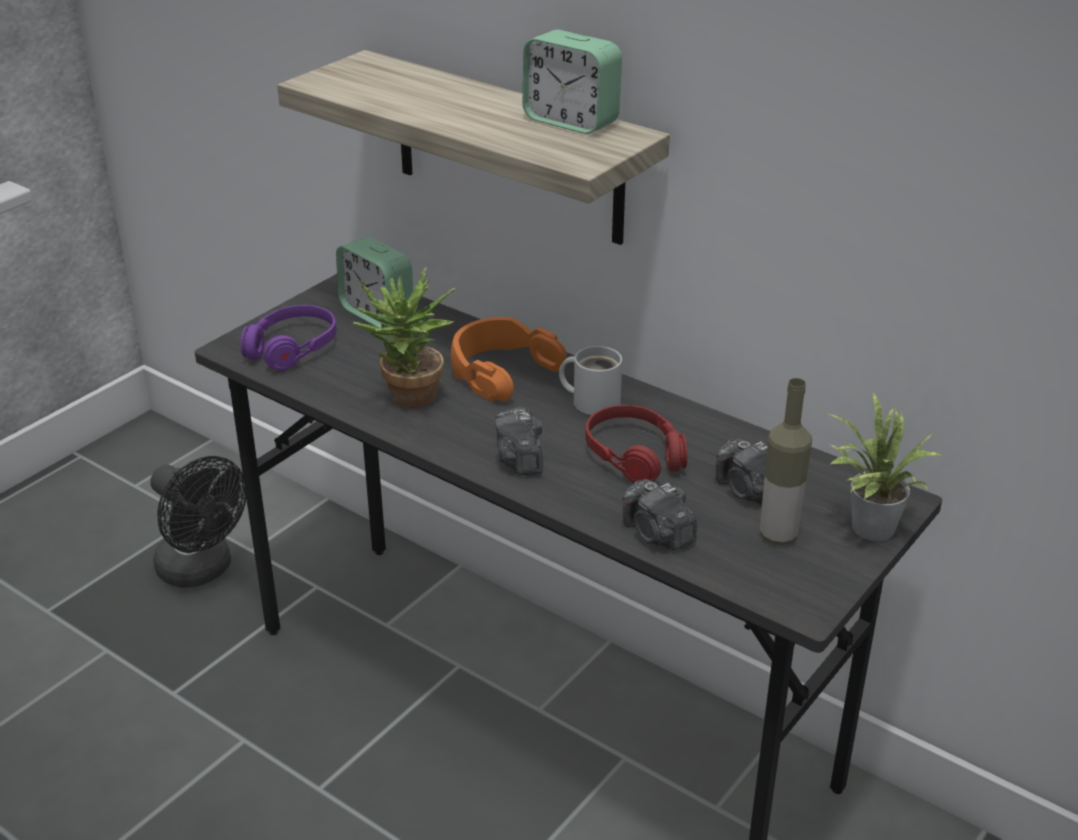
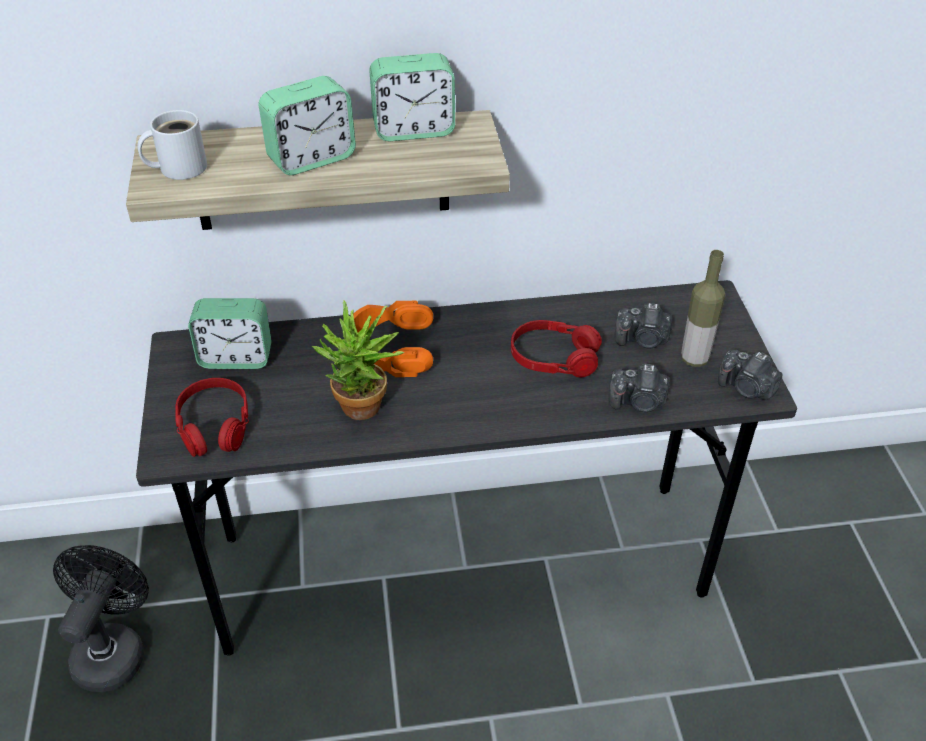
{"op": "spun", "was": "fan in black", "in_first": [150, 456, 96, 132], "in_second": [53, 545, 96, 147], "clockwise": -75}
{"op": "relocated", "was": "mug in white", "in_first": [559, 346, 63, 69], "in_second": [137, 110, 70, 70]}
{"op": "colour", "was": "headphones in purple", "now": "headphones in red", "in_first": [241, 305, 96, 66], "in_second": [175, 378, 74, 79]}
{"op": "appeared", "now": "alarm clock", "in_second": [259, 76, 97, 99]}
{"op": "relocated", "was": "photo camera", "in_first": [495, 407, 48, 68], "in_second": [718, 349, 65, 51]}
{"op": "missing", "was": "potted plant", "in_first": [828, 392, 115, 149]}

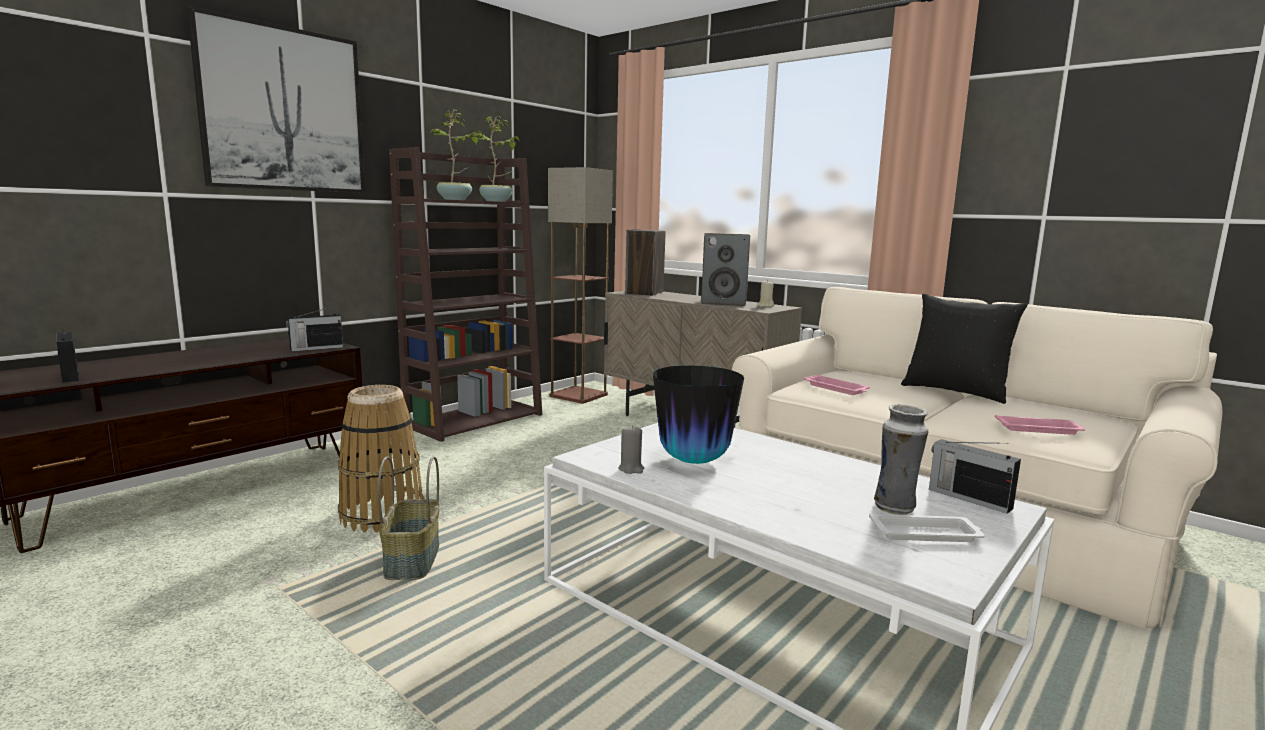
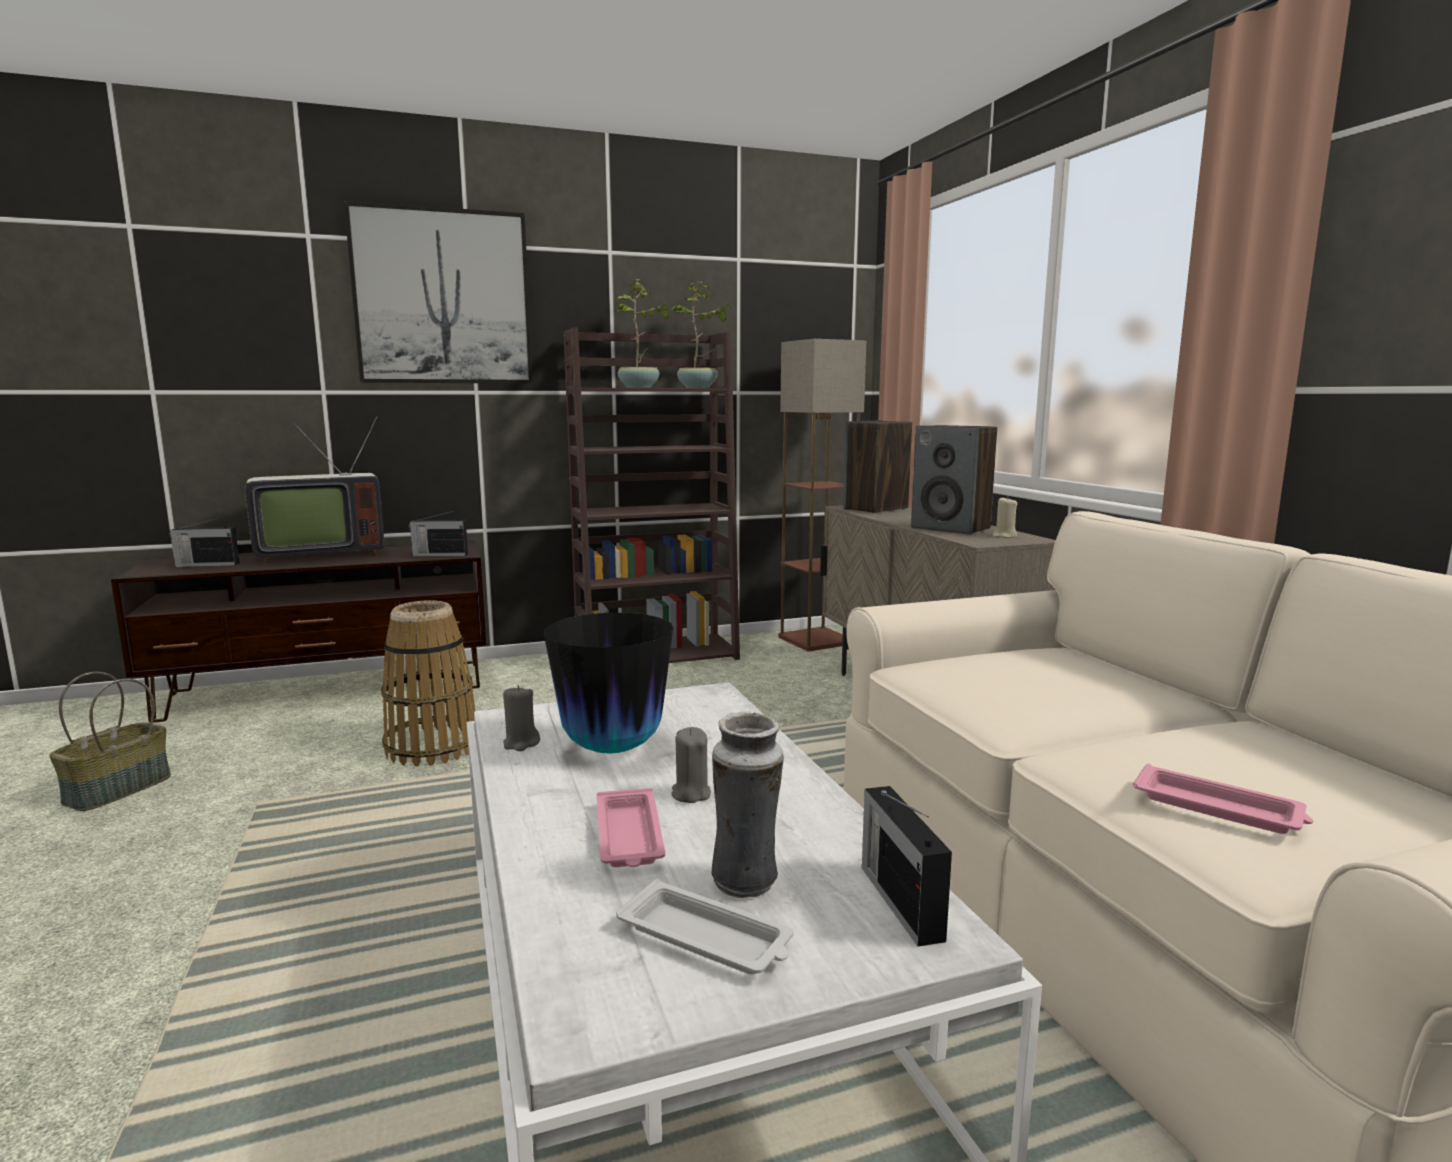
{"op": "relocated", "was": "basket", "in_first": [378, 456, 62, 124], "in_second": [49, 672, 122, 139]}
{"op": "spun", "was": "radio", "in_first": [56, 329, 23, 54], "in_second": [169, 517, 71, 50], "clockwise": -90}
{"op": "appeared", "now": "television", "in_second": [245, 416, 139, 147]}
{"op": "relocated", "was": "tray in pink", "in_first": [804, 375, 66, 20], "in_second": [597, 788, 68, 79]}
{"op": "appeared", "now": "candle in grey", "in_second": [672, 727, 39, 76]}
{"op": "missing", "was": "pillow in black", "in_first": [901, 294, 127, 110]}

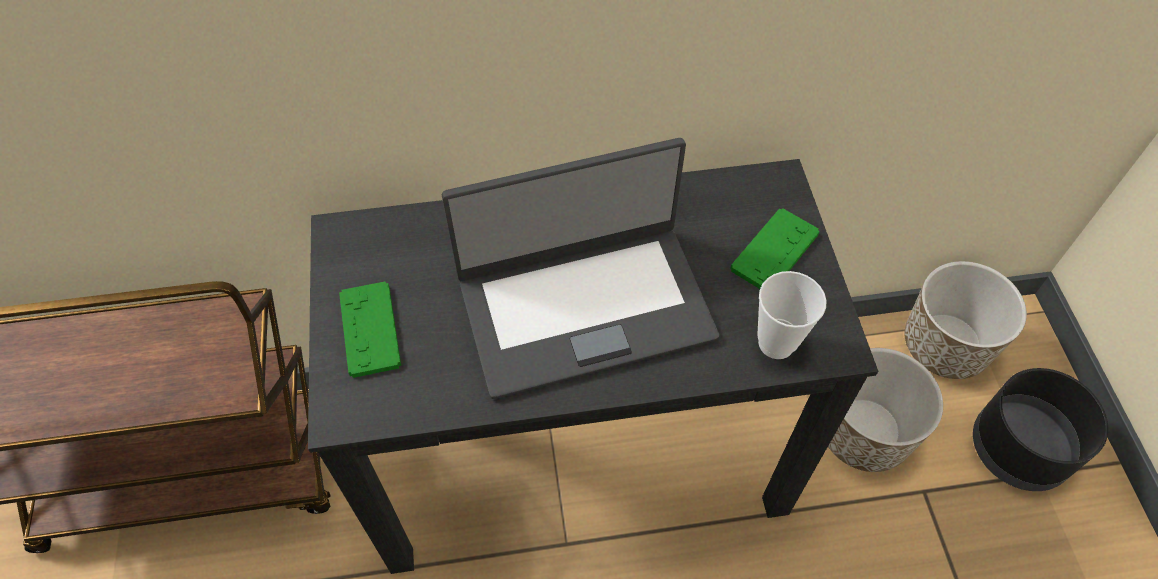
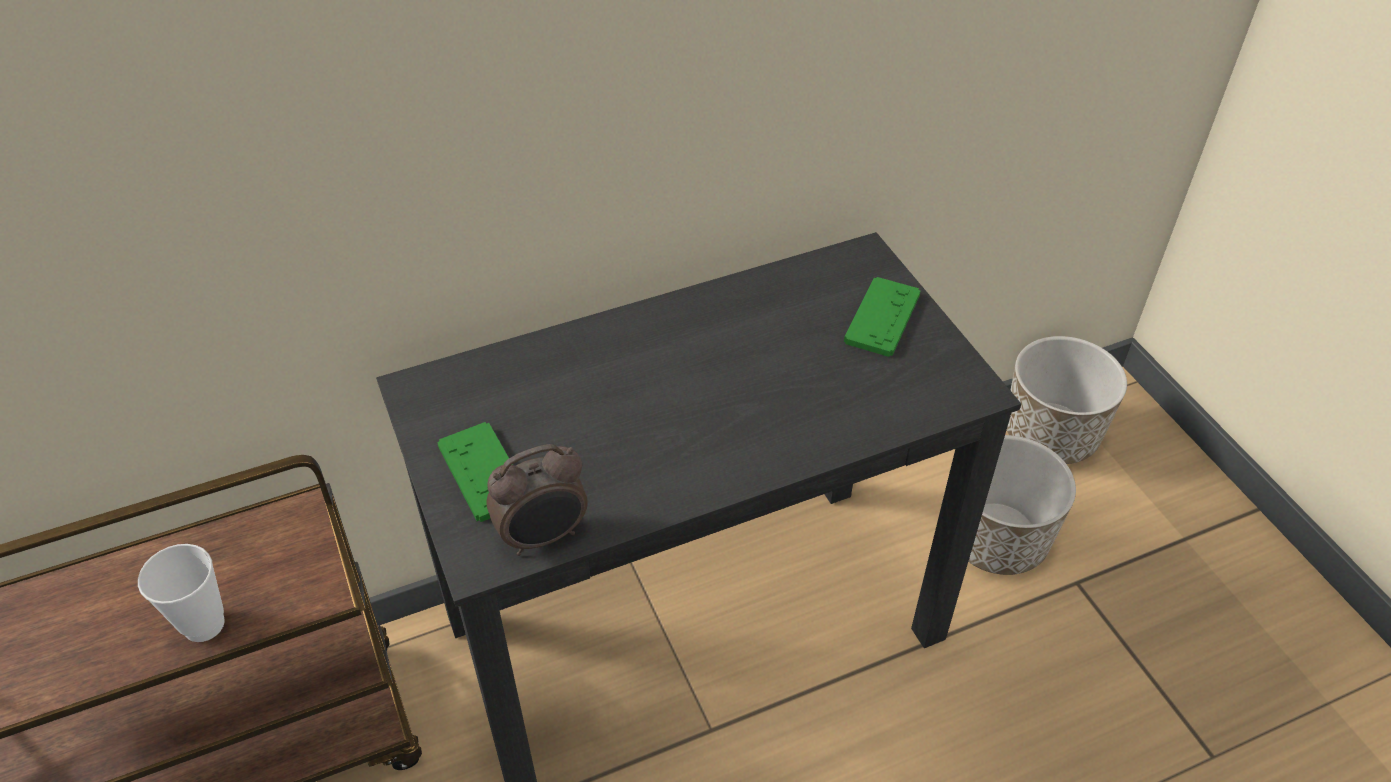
{"op": "relocated", "was": "cup", "in_first": [757, 271, 70, 88], "in_second": [138, 544, 87, 98]}
{"op": "appeared", "now": "alarm clock", "in_second": [487, 444, 101, 112]}
{"op": "missing", "was": "laptop", "in_first": [442, 138, 277, 261]}
{"op": "missing", "was": "planter in black", "in_first": [973, 368, 135, 123]}

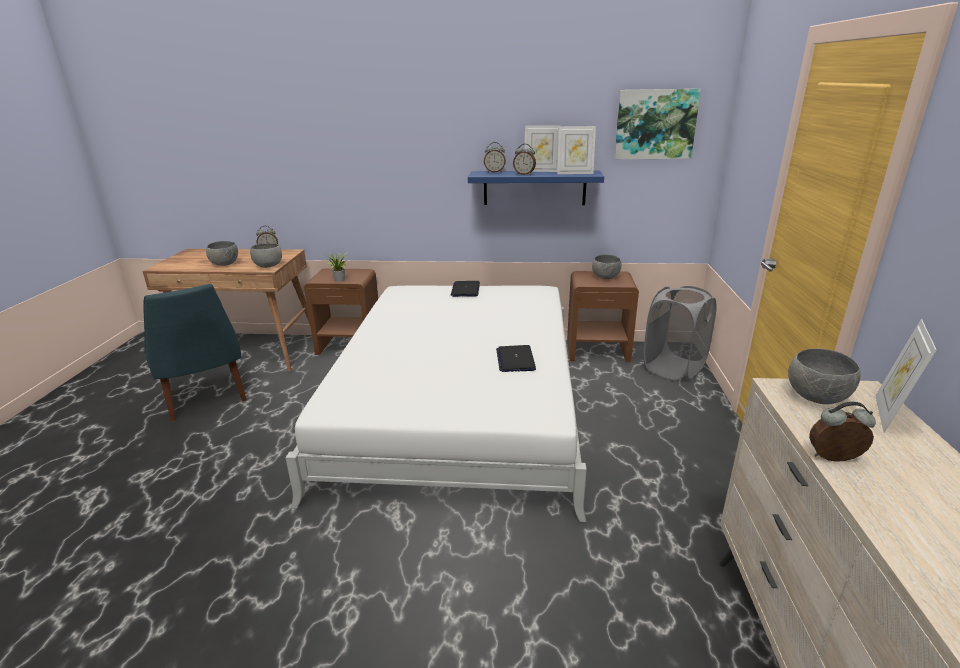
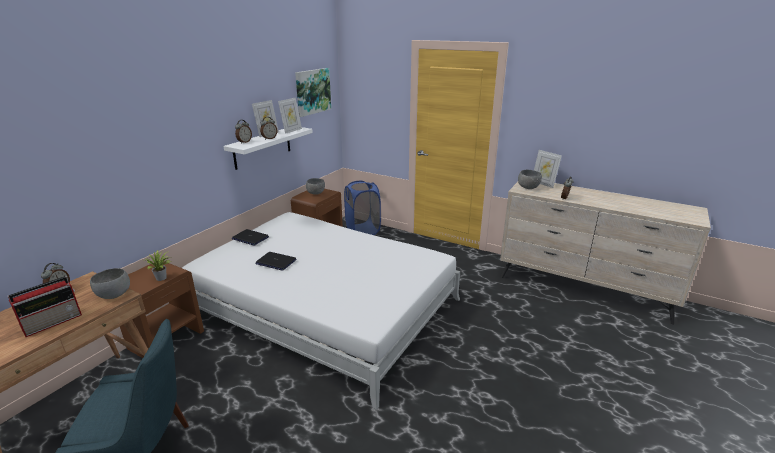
{"op": "exchanged", "was": "bowl in grey", "now": "radio", "in_first": [206, 241, 32, 25], "in_second": [8, 276, 74, 61]}
{"op": "colour", "was": "shelf in blue", "now": "shelf in white", "in_first": [468, 171, 136, 34], "in_second": [223, 127, 90, 43]}
{"op": "relocated", "was": "laptop", "in_first": [496, 345, 40, 27], "in_second": [255, 252, 41, 18]}
{"op": "colour", "was": "laundry basket in grey", "now": "laundry basket in blue", "in_first": [643, 286, 73, 95], "in_second": [344, 181, 37, 54]}

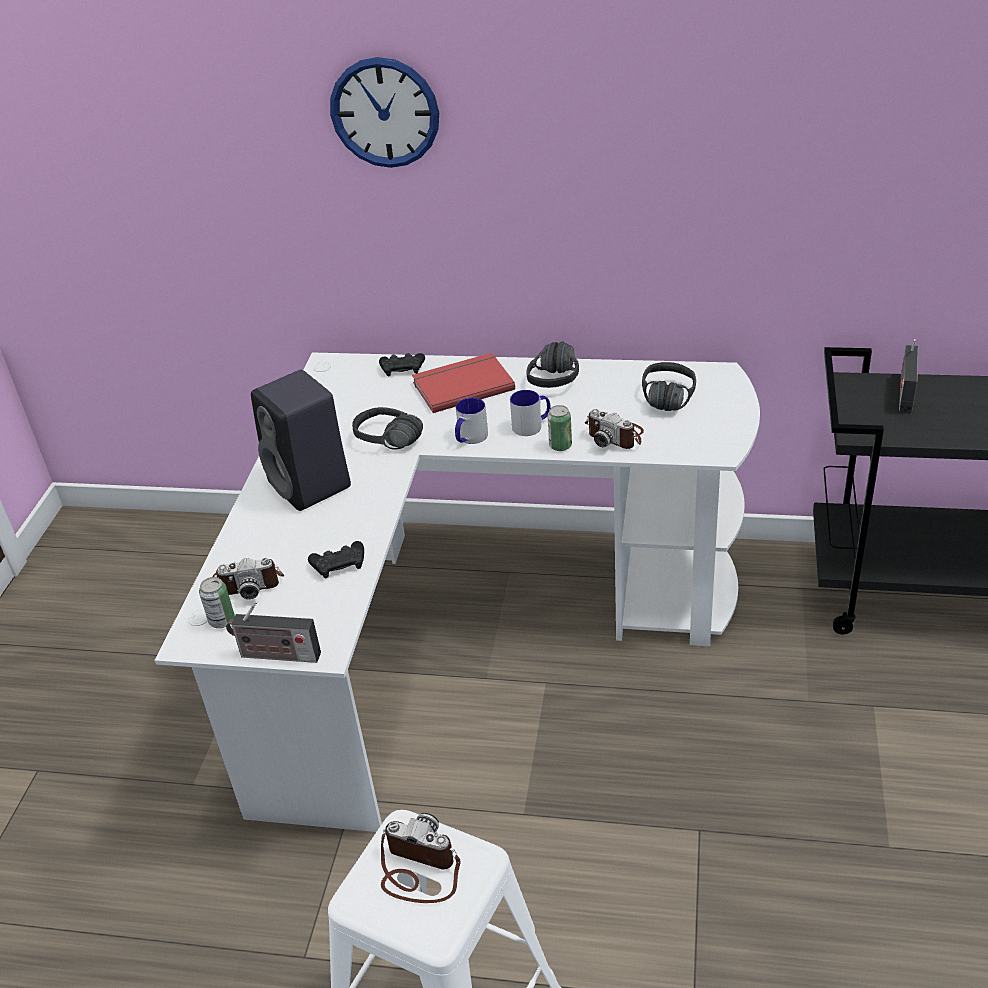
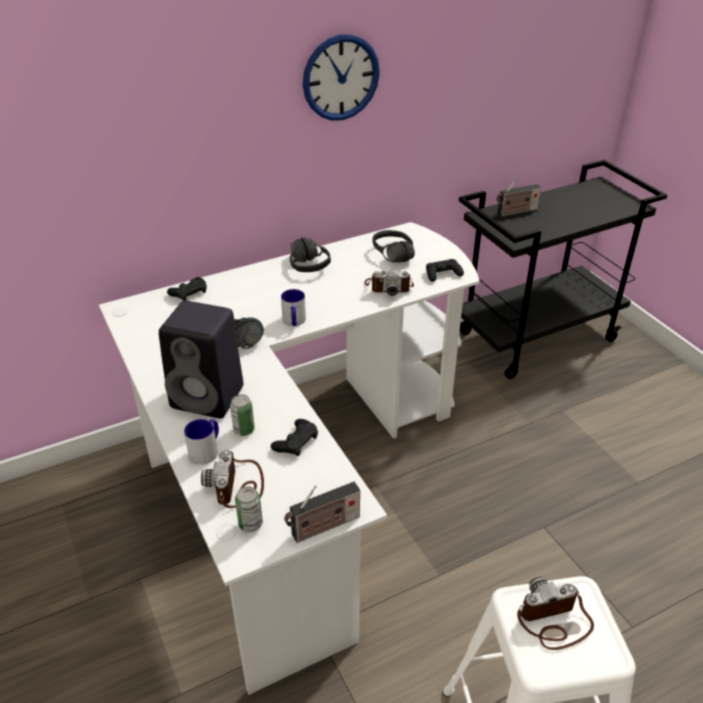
{"op": "relocated", "was": "mug", "in_first": [510, 390, 41, 46], "in_second": [184, 419, 35, 46]}
{"op": "spun", "was": "photo camera", "in_first": [212, 558, 72, 41], "in_second": [201, 450, 63, 58], "clockwise": 135}
{"op": "relocated", "was": "can", "in_first": [548, 405, 24, 46], "in_second": [230, 394, 25, 42]}
{"op": "relocated", "was": "wall clock", "in_first": [330, 57, 109, 111], "in_second": [303, 34, 77, 87]}
{"op": "appeared", "now": "game controller in black", "in_second": [426, 259, 38, 23]}
{"op": "spun", "was": "radio", "in_first": [899, 339, 19, 75], "in_second": [497, 177, 44, 40], "clockwise": -90}
{"op": "missing", "was": "book in red", "in_first": [412, 353, 103, 60]}

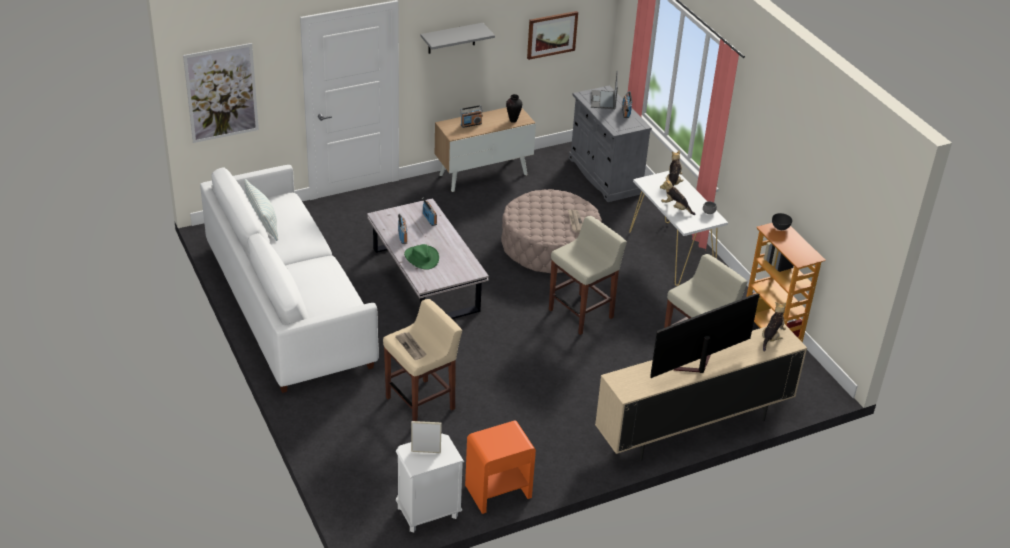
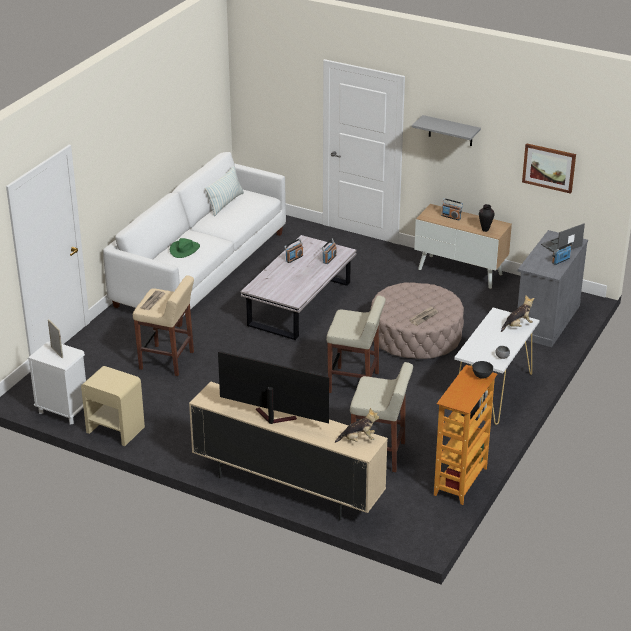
{"op": "colour", "was": "nightstand in orange", "now": "nightstand in beige", "in_first": [465, 421, 71, 93], "in_second": [81, 366, 64, 80]}
{"op": "relocated", "was": "hat in green", "in_first": [404, 244, 35, 25], "in_second": [170, 238, 30, 20]}
{"op": "missing", "was": "picture", "in_first": [183, 43, 76, 100]}
{"op": "missing", "was": "plush toy", "in_first": [660, 178, 36, 37]}

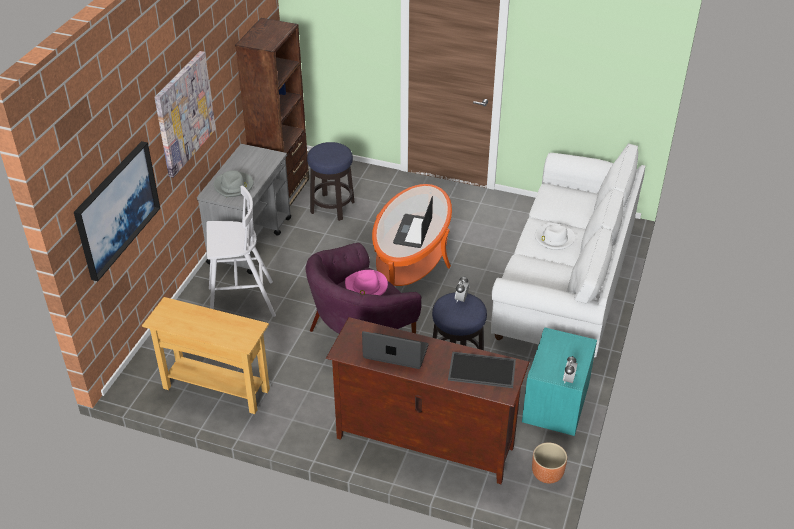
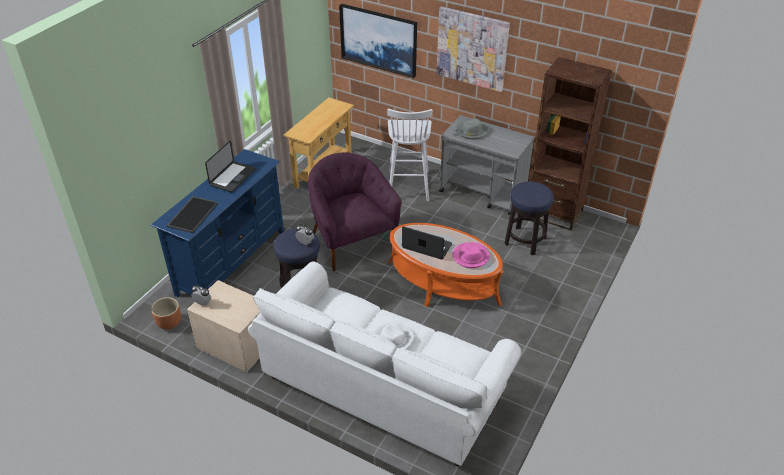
{"op": "colour", "was": "tv stand in brown", "now": "tv stand in blue", "in_first": [326, 317, 203, 167], "in_second": [150, 149, 134, 148]}
{"op": "colour", "was": "nightstand in turquoise", "now": "nightstand in beige", "in_first": [522, 328, 75, 108], "in_second": [187, 280, 73, 92]}
{"op": "relocated", "was": "hat in pink", "in_first": [345, 270, 43, 25], "in_second": [453, 242, 37, 26]}

